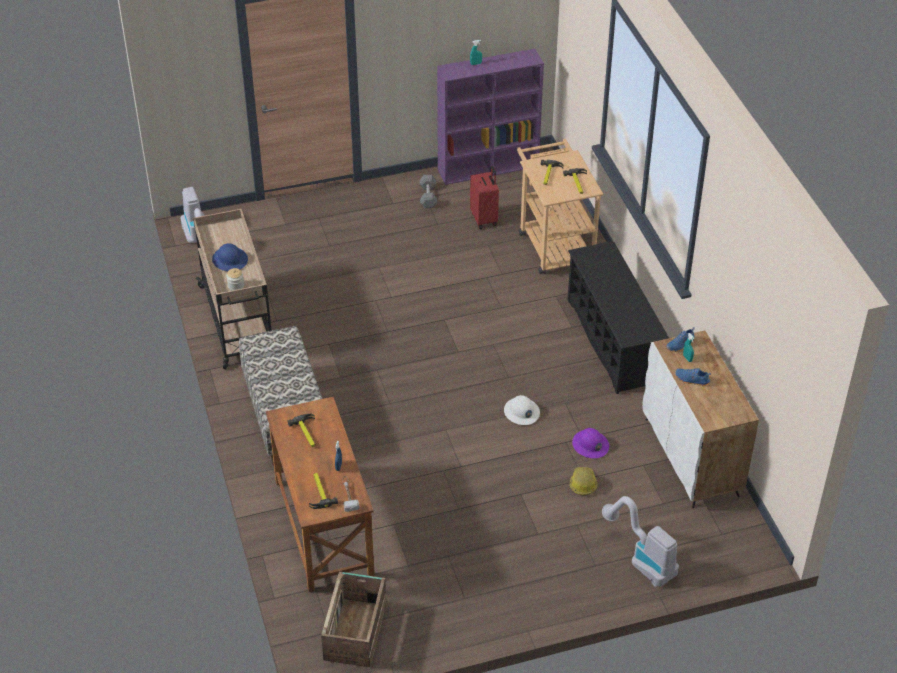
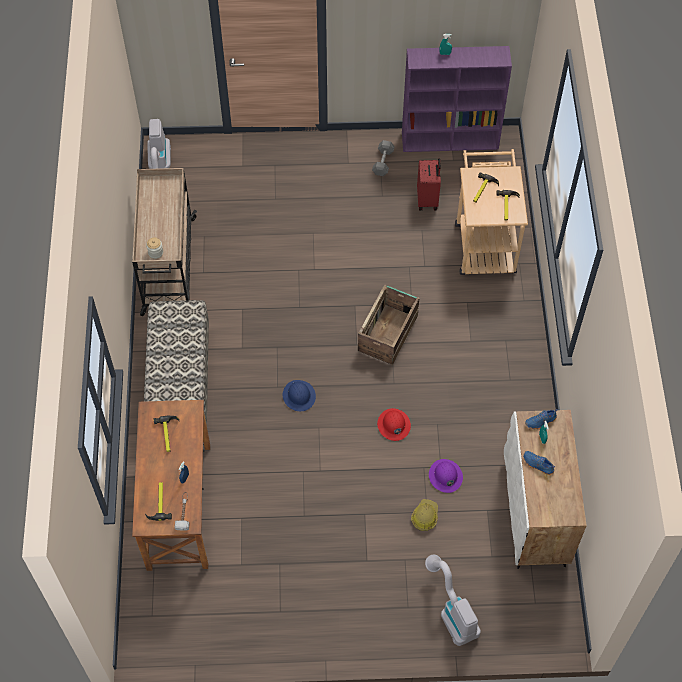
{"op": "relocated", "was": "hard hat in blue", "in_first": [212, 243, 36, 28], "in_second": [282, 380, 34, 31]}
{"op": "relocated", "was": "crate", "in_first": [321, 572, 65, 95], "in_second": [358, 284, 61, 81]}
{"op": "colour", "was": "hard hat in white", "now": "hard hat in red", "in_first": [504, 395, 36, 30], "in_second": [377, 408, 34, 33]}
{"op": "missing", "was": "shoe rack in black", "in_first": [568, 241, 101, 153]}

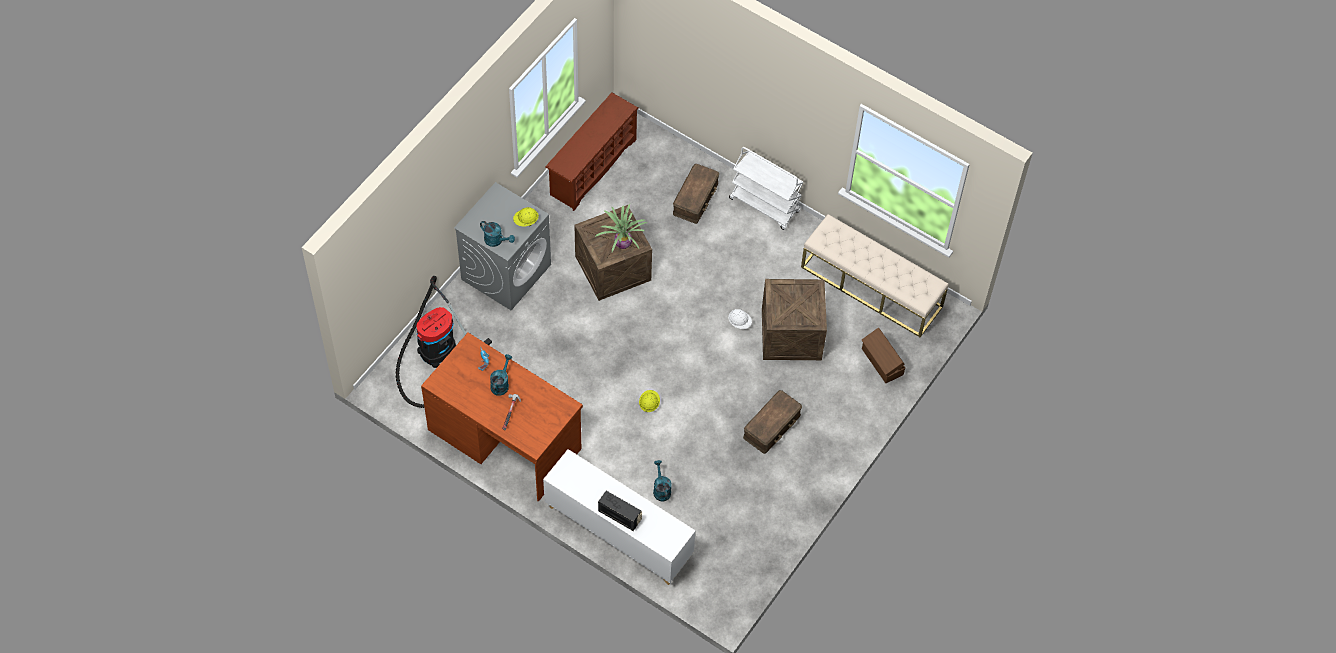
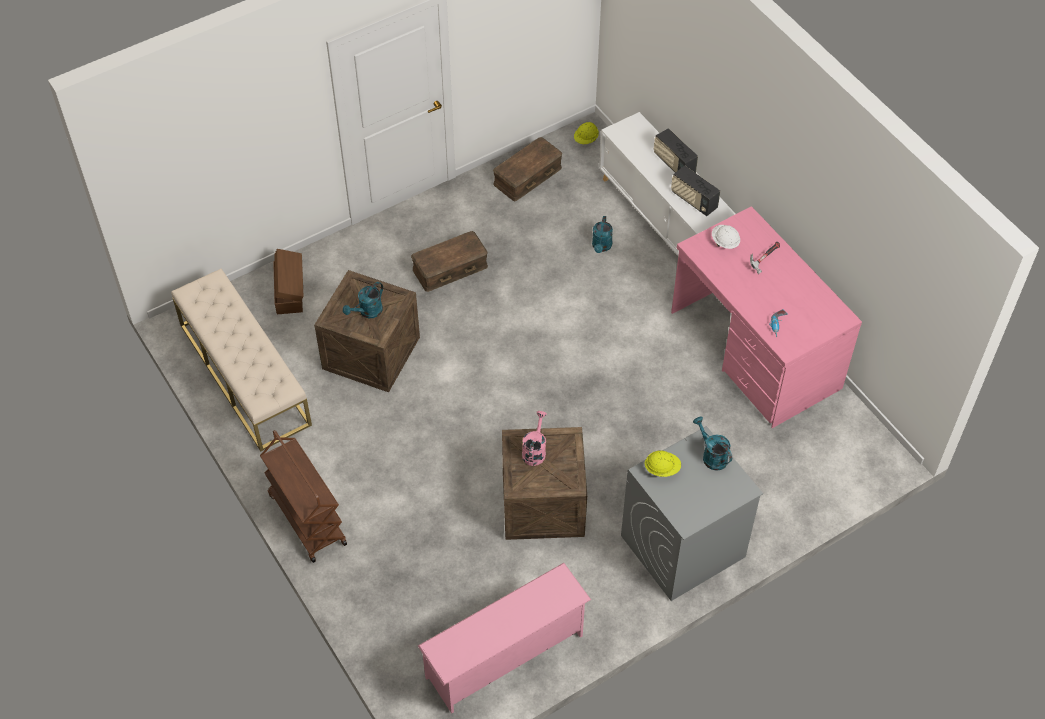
{"op": "colour", "was": "cart in white", "now": "cart in brown", "in_first": [729, 147, 74, 83], "in_second": [260, 430, 87, 133]}
{"op": "relocated", "was": "watering can in turquoise", "in_first": [490, 354, 22, 42], "in_second": [343, 282, 40, 36]}
{"op": "colour", "was": "shoe rack in brown", "now": "shoe rack in pink", "in_first": [545, 93, 93, 118], "in_second": [418, 563, 173, 150]}
{"op": "relocated", "was": "storage box in brown", "in_first": [673, 164, 46, 60], "in_second": [493, 137, 69, 64]}
{"op": "exchanged", "was": "potted plant", "now": "watering can in pink", "in_first": [595, 204, 53, 48], "in_second": [522, 411, 25, 55]}
{"op": "relocated", "was": "hard hat in yellow", "in_first": [639, 390, 21, 22], "in_second": [574, 122, 25, 22]}
{"op": "appeared", "now": "radio", "in_second": [671, 166, 49, 50]}
{"op": "colour", "was": "desk in brown", "now": "desk in pink", "in_first": [421, 333, 162, 169], "in_second": [671, 206, 191, 222]}
{"op": "relocated", "was": "hard hat in white", "in_first": [728, 309, 24, 20], "in_second": [712, 225, 28, 24]}
{"op": "missing", "was": "vacuum cleaner", "in_first": [396, 276, 96, 132]}

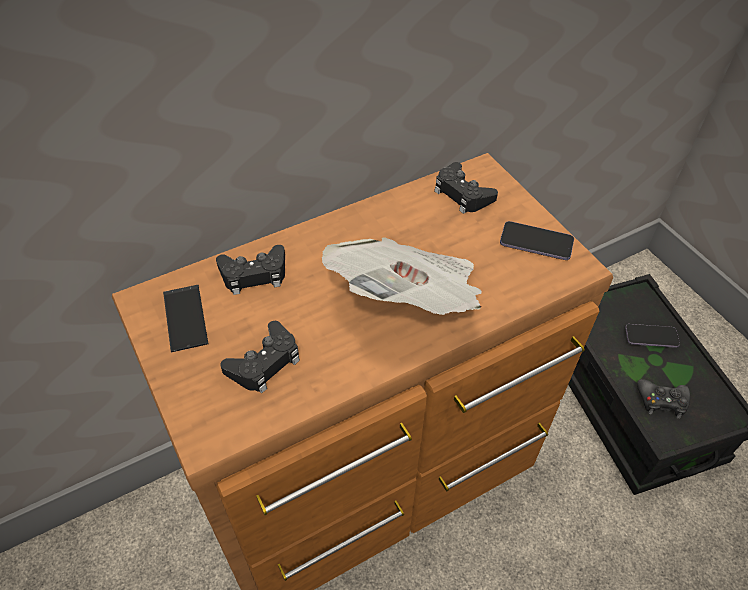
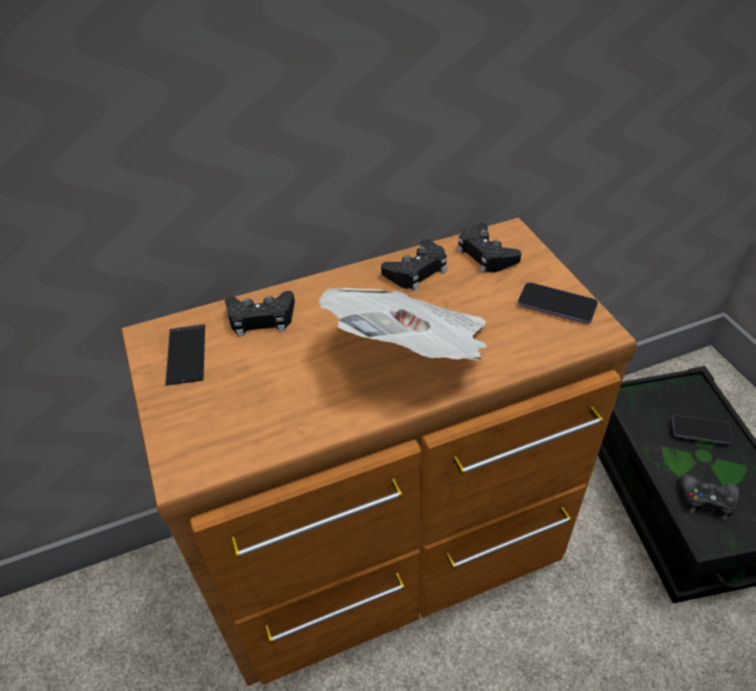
{"op": "relocated", "was": "game controller in black", "in_first": [220, 321, 80, 72], "in_second": [381, 239, 66, 52]}

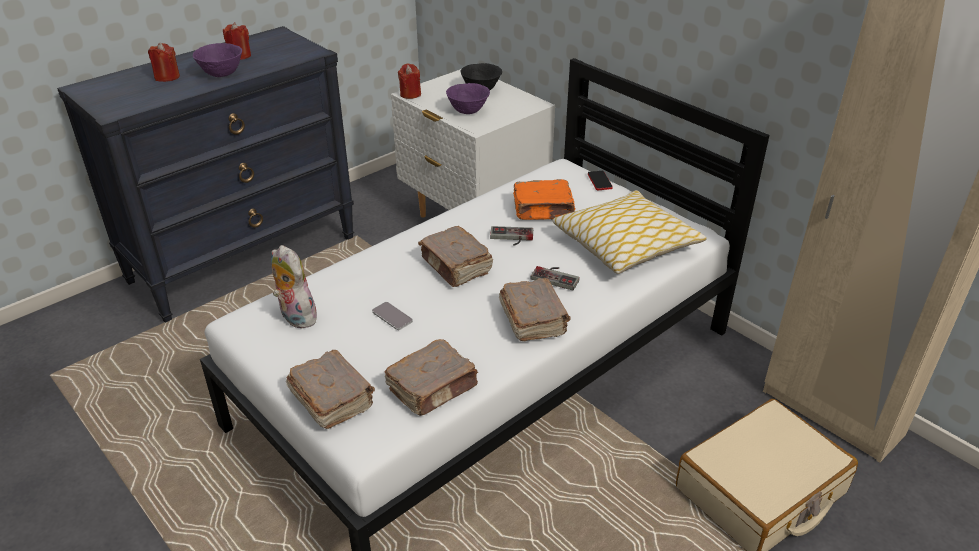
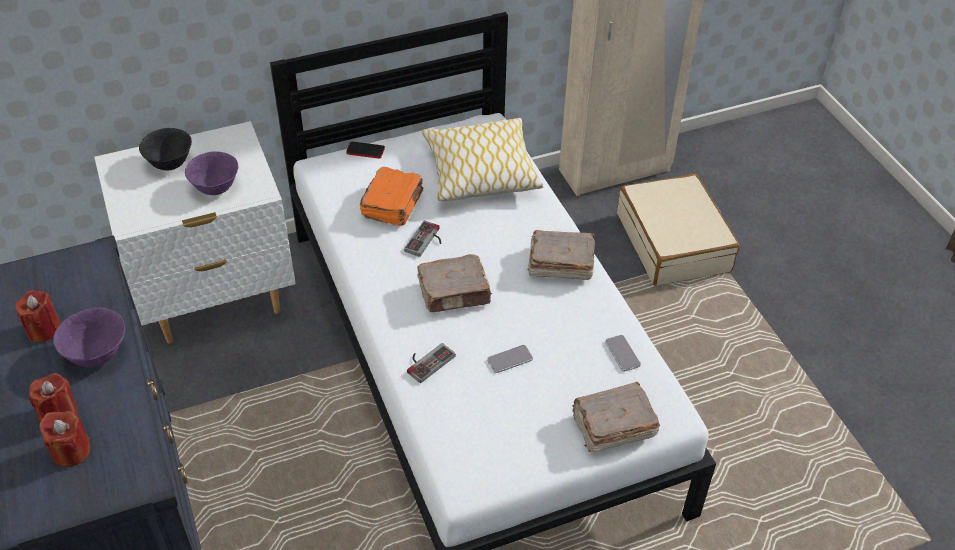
{"op": "relocated", "was": "candle in red", "in_first": [398, 64, 23, 35], "in_second": [39, 411, 51, 56]}
{"op": "relocated", "was": "game controller", "in_first": [530, 266, 50, 24], "in_second": [407, 343, 49, 40]}
{"op": "exchanged", "was": "book in brown", "now": "phone", "in_first": [384, 339, 94, 77], "in_second": [605, 335, 36, 36]}
{"op": "missing", "was": "plush toy", "in_first": [271, 245, 46, 84]}

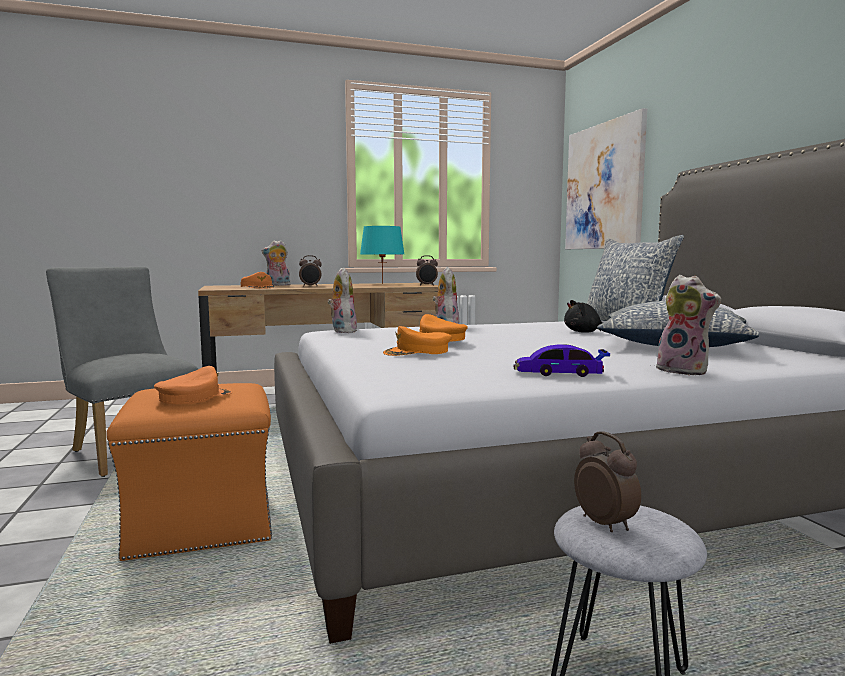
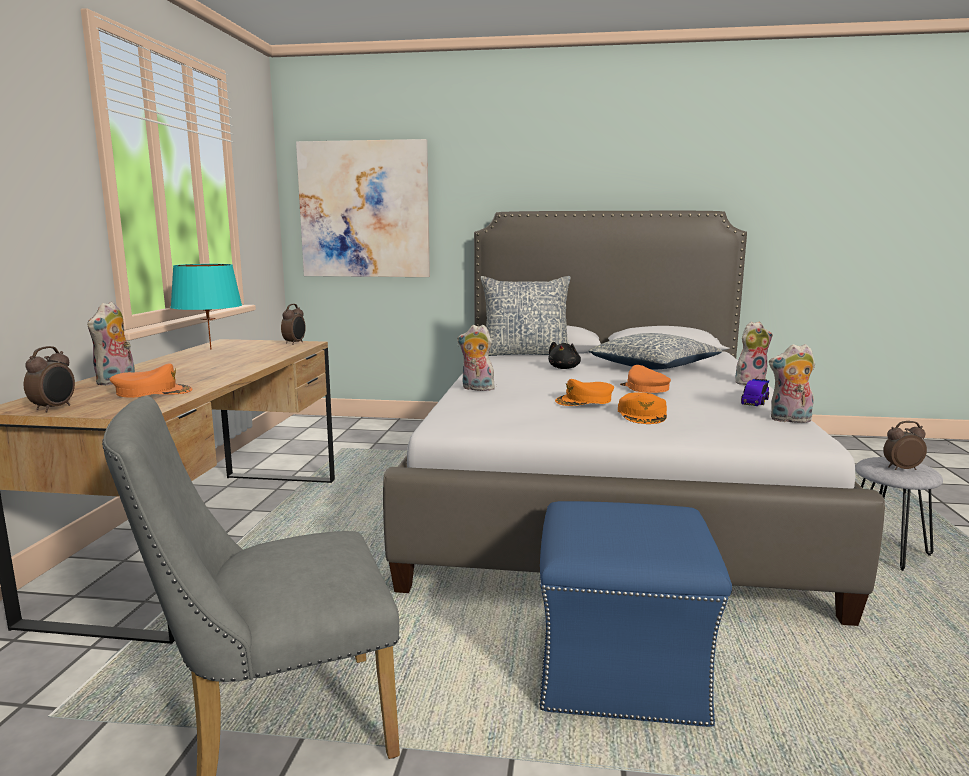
{"op": "relocated", "was": "alarm clock", "in_first": [299, 255, 23, 32], "in_second": [24, 346, 51, 66]}
{"op": "colour", "was": "ottoman in orange", "now": "ottoman in blue", "in_first": [106, 383, 166, 178], "in_second": [539, 501, 193, 226]}
{"op": "relocated", "was": "cap in orange", "in_first": [154, 366, 79, 38], "in_second": [620, 365, 51, 28]}
{"op": "relocated", "was": "plush toy", "in_first": [328, 268, 29, 65], "in_second": [769, 344, 46, 79]}

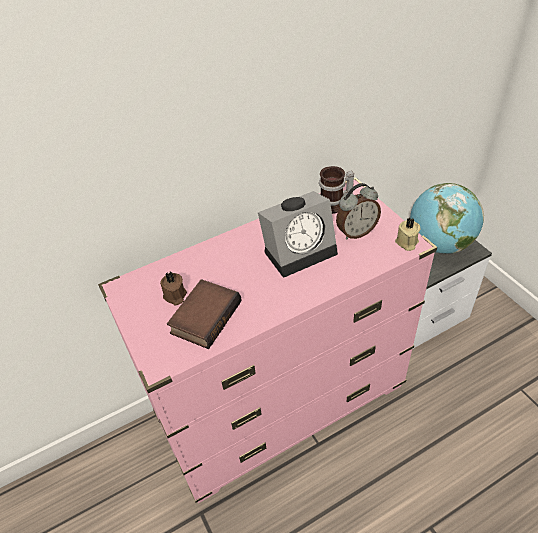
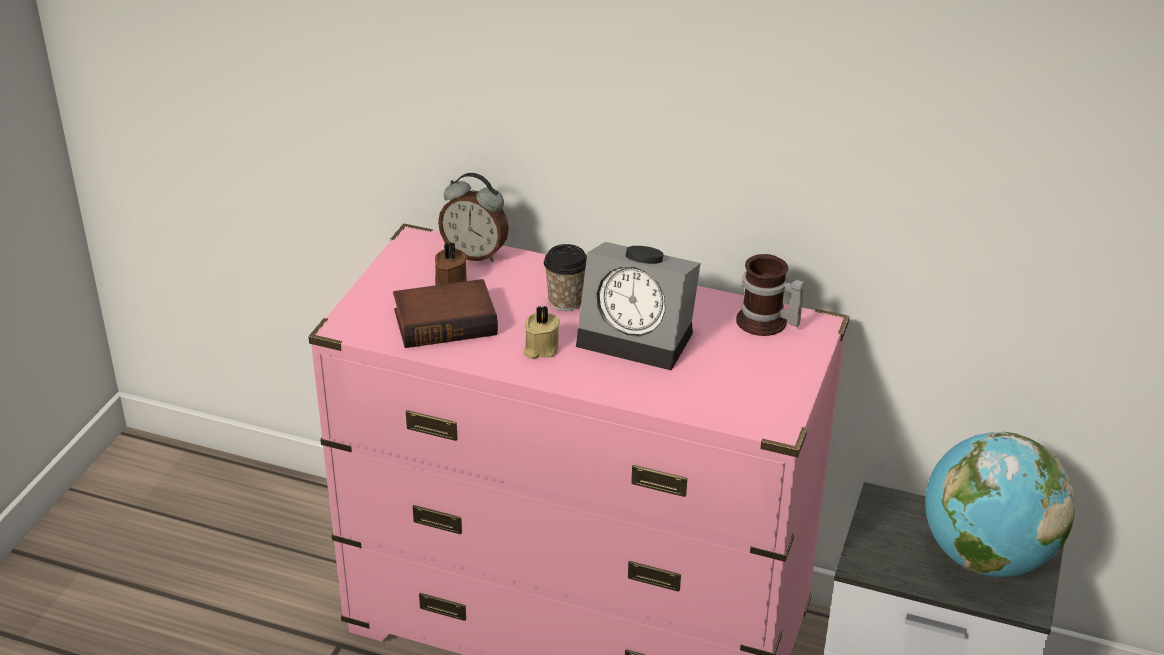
{"op": "relocated", "was": "alarm clock", "in_first": [336, 183, 45, 57], "in_second": [438, 173, 71, 89]}
{"op": "relocated", "was": "candle in beige", "in_first": [395, 218, 26, 33], "in_second": [523, 306, 37, 53]}
{"op": "appeared", "now": "cup", "in_second": [544, 244, 43, 67]}

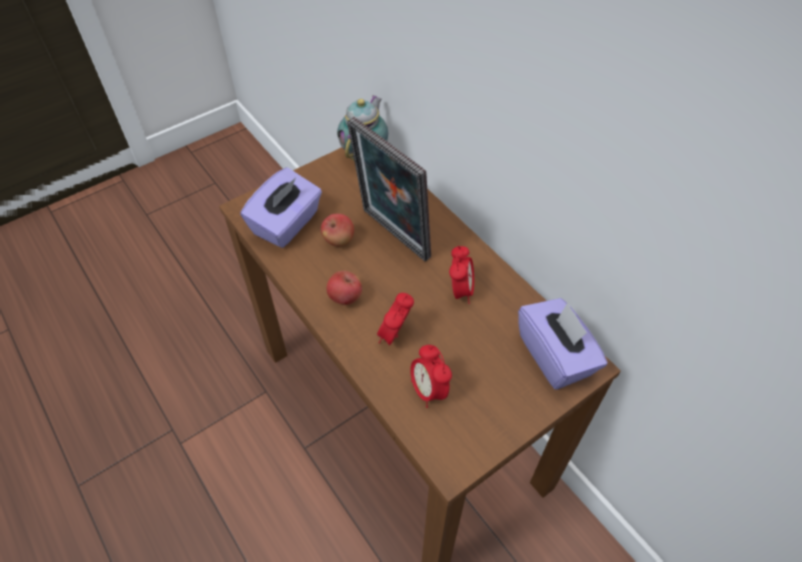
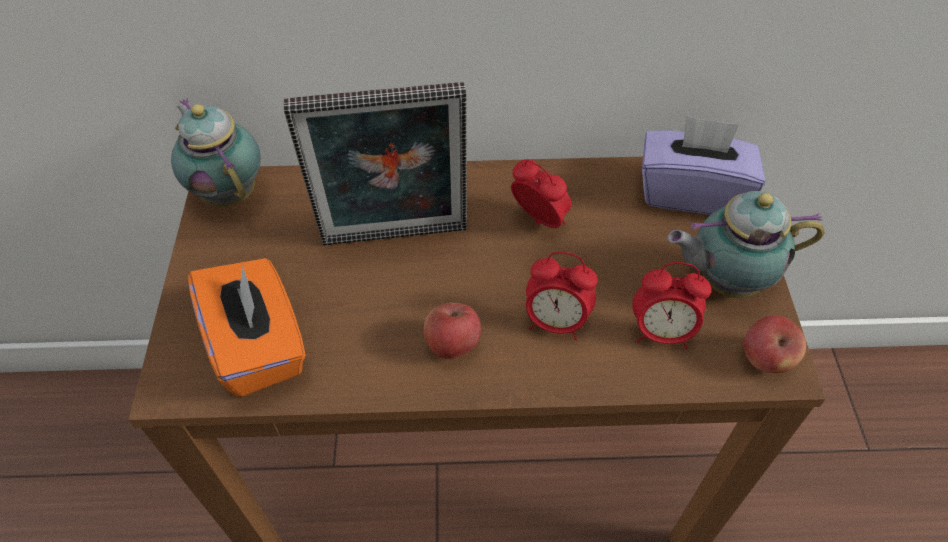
{"op": "colour", "was": "tissue box in purple", "now": "tissue box in orange", "in_first": [240, 167, 82, 81], "in_second": [188, 258, 118, 139]}
{"op": "spun", "was": "alarm clock", "in_first": [377, 293, 37, 52], "in_second": [526, 251, 72, 89], "clockwise": -45}
{"op": "appeared", "now": "teapot", "in_second": [667, 191, 157, 107]}
{"op": "relocated", "was": "apple", "in_first": [321, 214, 33, 33], "in_second": [744, 315, 62, 58]}

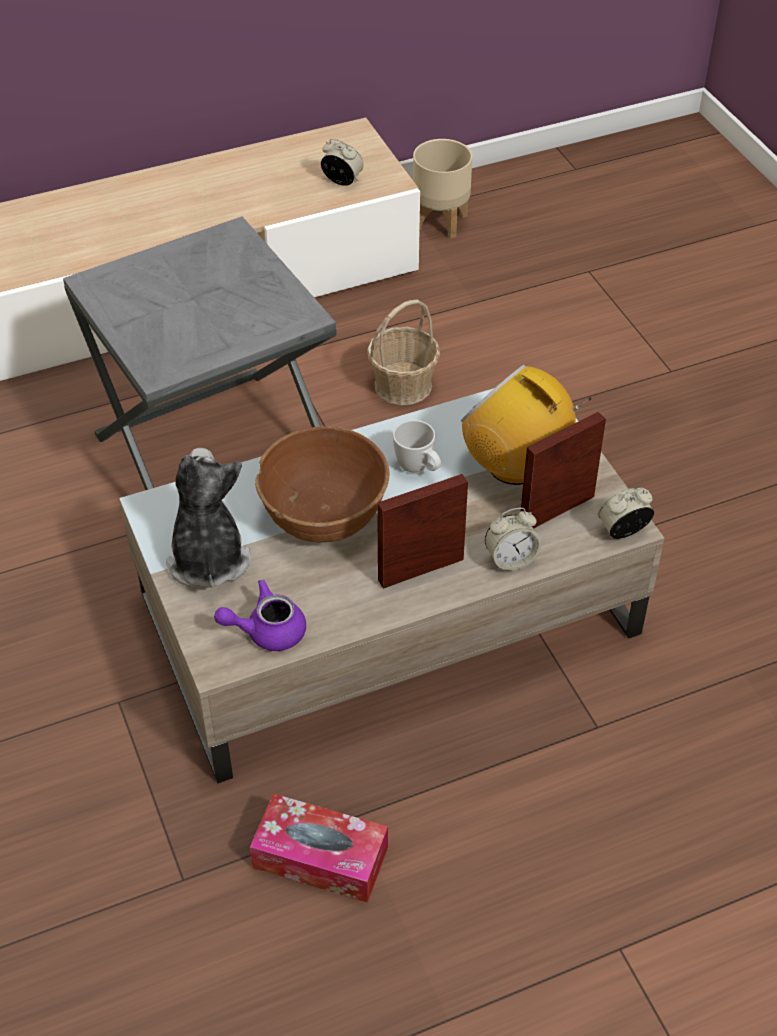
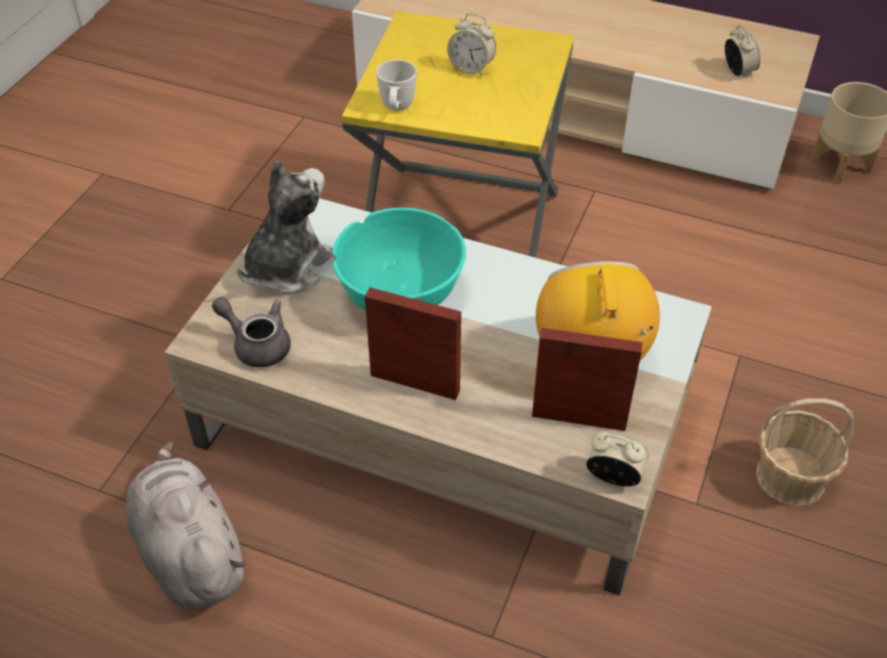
{"op": "exchanged", "was": "tissue box", "now": "plush toy in grey", "in_first": [250, 793, 138, 110], "in_second": [126, 441, 120, 168]}
{"op": "colour", "was": "teapot in purple", "now": "teapot in grey", "in_first": [214, 580, 92, 71], "in_second": [212, 297, 79, 70]}
{"op": "colour", "was": "bowl in brown", "now": "bowl in turquoise", "in_first": [255, 427, 134, 116], "in_second": [332, 207, 134, 104]}
{"op": "colour", "was": "side table in grey", "now": "side table in yellow", "in_first": [63, 216, 274, 274], "in_second": [342, 11, 232, 247]}
{"op": "relocated", "was": "mug in white", "in_first": [393, 420, 48, 52], "in_second": [376, 60, 41, 51]}
{"op": "relocated", "was": "alarm clock", "in_first": [485, 508, 57, 63], "in_second": [447, 13, 49, 63]}
{"op": "relocated", "was": "basket", "in_first": [367, 300, 73, 105], "in_second": [756, 398, 98, 108]}

